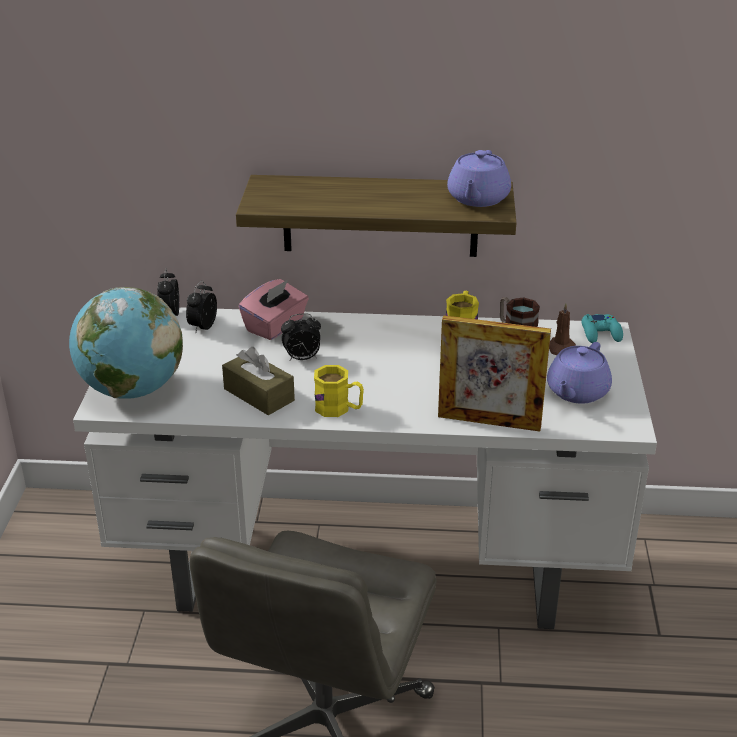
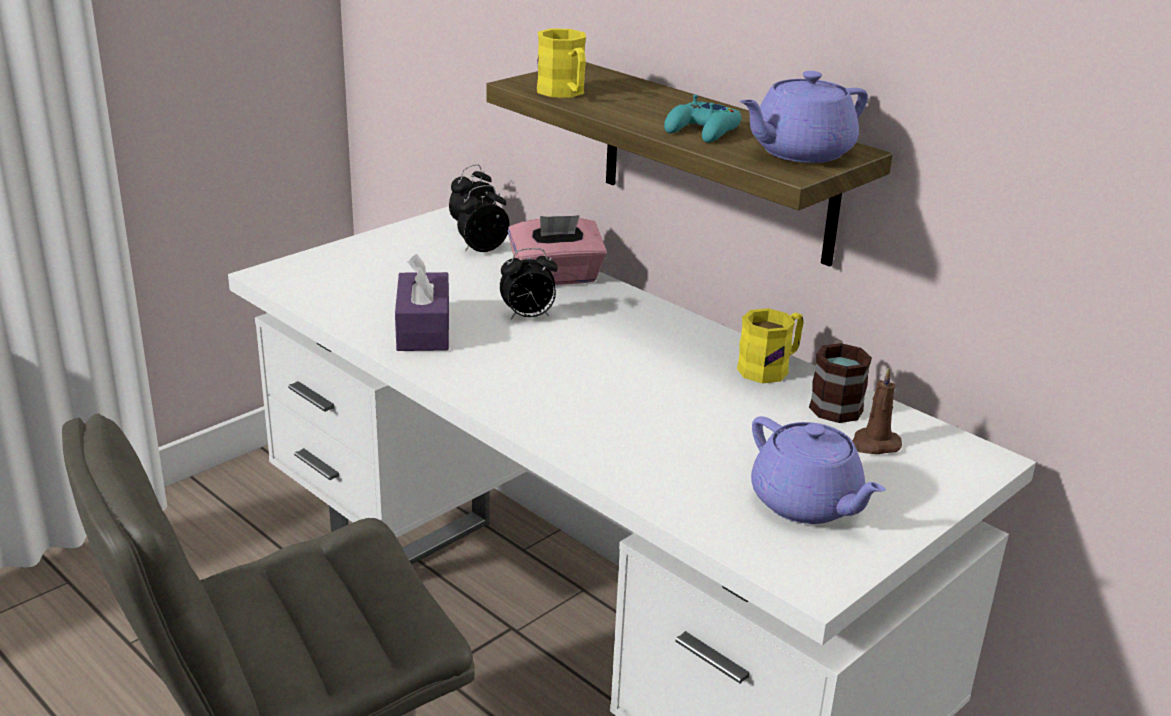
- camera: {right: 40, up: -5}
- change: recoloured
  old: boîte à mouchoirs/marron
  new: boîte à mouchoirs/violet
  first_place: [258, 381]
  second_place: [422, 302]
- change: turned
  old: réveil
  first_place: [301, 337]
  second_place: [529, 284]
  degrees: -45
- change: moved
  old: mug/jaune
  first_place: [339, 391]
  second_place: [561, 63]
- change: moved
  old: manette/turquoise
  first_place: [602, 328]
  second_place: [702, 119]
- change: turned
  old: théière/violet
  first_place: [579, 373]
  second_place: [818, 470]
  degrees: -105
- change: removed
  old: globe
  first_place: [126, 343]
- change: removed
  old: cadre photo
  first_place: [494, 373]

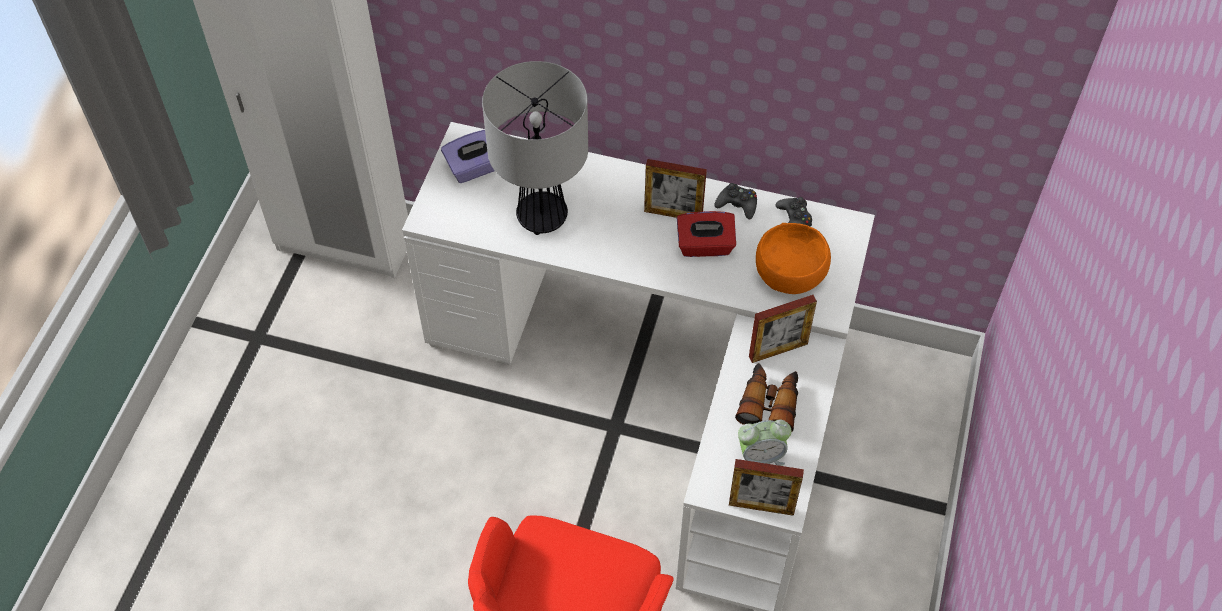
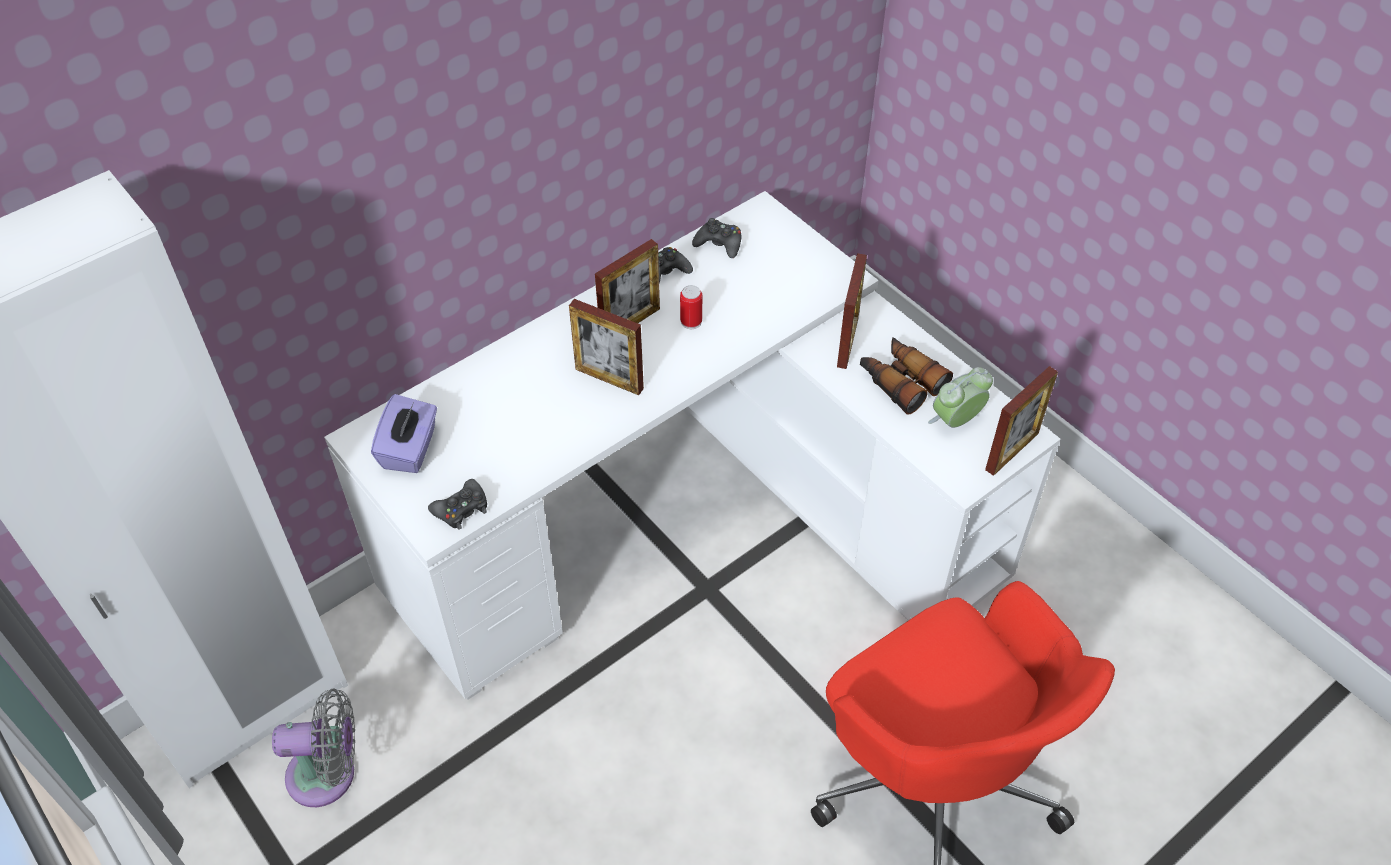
- camera: {right: -55, up: -5}
- change: added
  new: ventilateur/gris
  second_place: [313, 748]
- change: added
  new: manette/noir
  second_place: [457, 504]
- change: added
  new: cadre photo
  second_place: [606, 347]
- change: replaced
  old: boîte à mouchoirs/rouge
  new: boîte métallique
  first_place: [706, 234]
  second_place: [691, 307]
- change: turned
  old: réveil
  first_place: [764, 443]
  second_place: [960, 397]
  degrees: -150
- change: removed
  old: lampe de table
  first_place: [535, 148]
- change: removed
  old: bol/orange
  first_place: [793, 258]

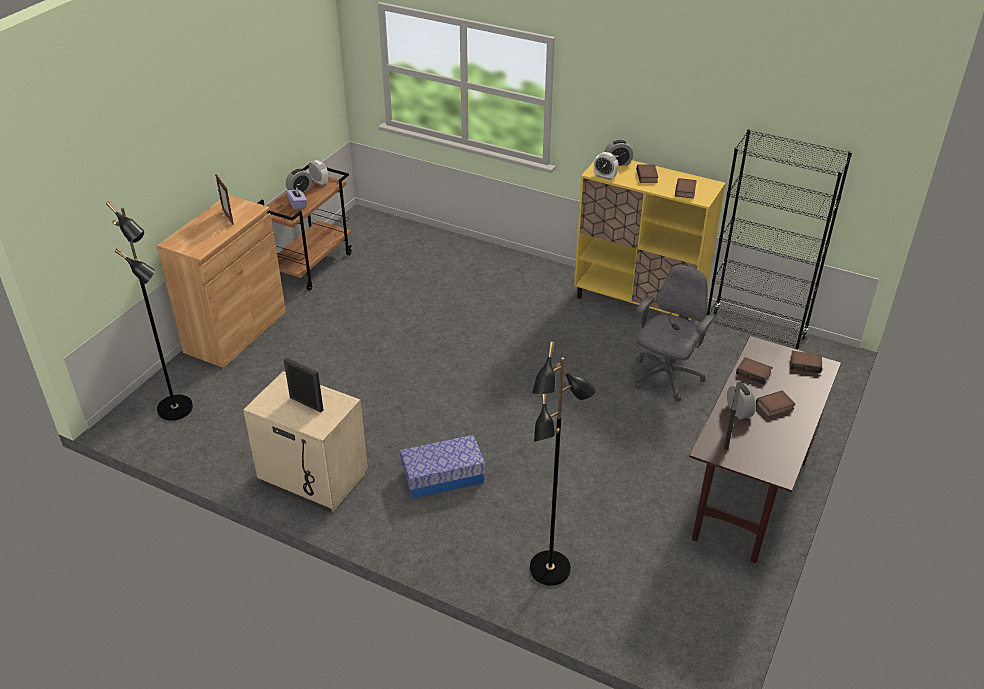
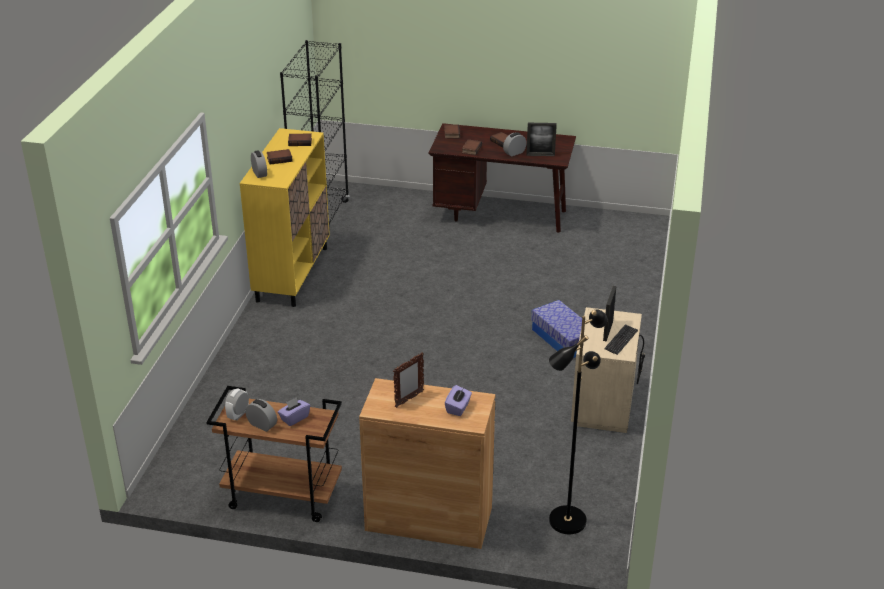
- camera: {right: -105, up: -5}
- change: added
  new: boîte à mouchoirs/violet
  second_place: [458, 400]
- change: added
  new: clavier
  second_place: [621, 340]
- change: removed
  old: lampadaire/noir
  first_place: [563, 463]
- change: removed
  old: réveil
  first_place: [605, 166]
- change: removed
  old: chaise de bureau/gris
  first_place: [674, 333]

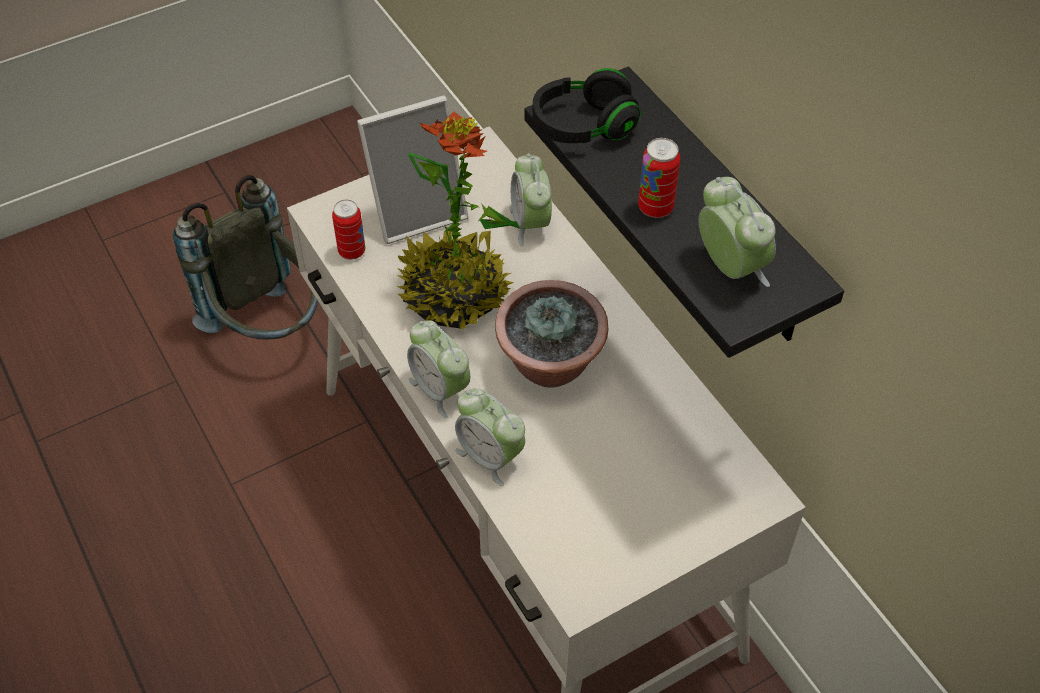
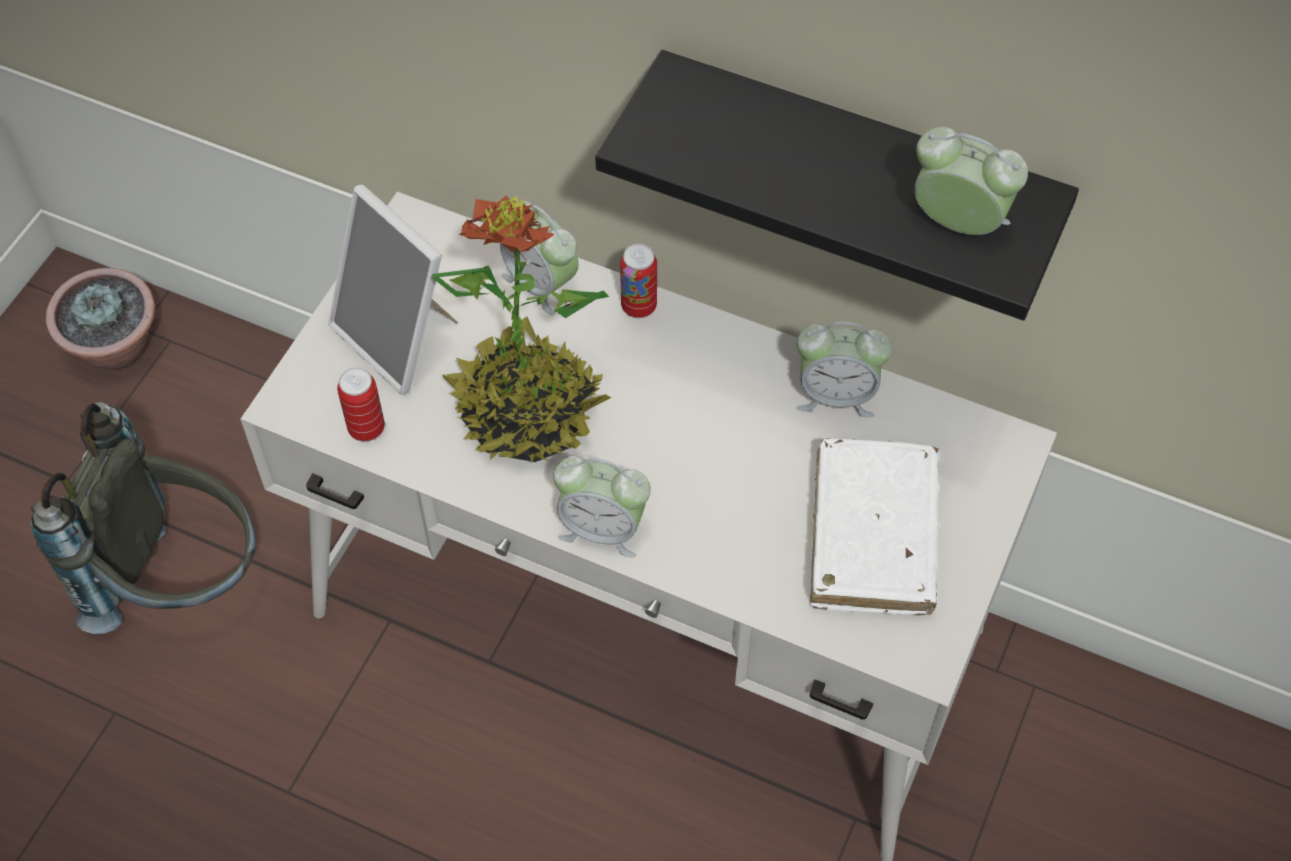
- camera: {right: -35, up: 5}
- change: moved
  old: plante en pot
  first_place: [551, 334]
  second_place: [100, 319]
- change: turned
  old: cadre photo
  first_place: [413, 169]
  second_place: [392, 290]
  degrees: 105
- change: moved
  old: boîte métallique
  first_place: [659, 178]
  second_place: [638, 281]
- change: moved
  old: réveil
  first_place: [490, 437]
  second_place: [844, 369]
- change: added
  new: livre/blanc
  second_place: [874, 526]
- change: removed
  old: casque audio/noir
  first_place: [587, 105]

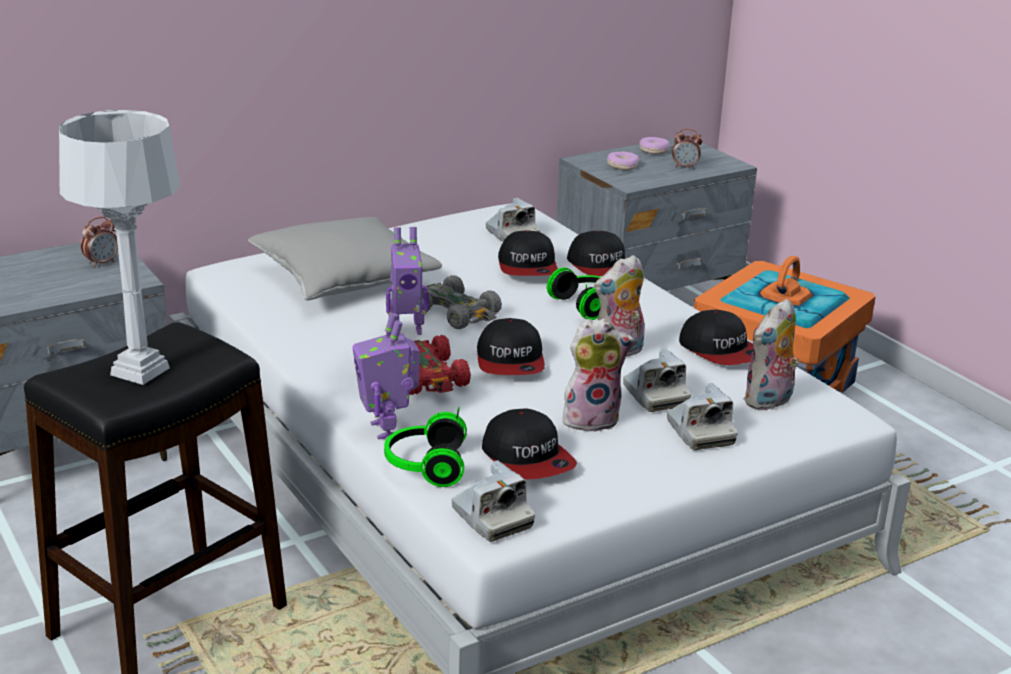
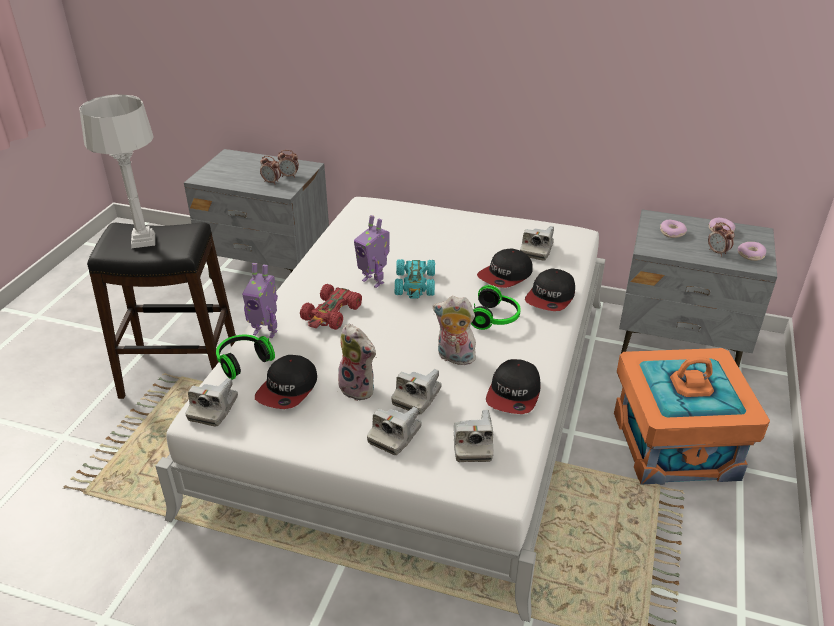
- camera: {right: 50, up: 10}
- change: turned
  old: robot jouet
  first_place: [386, 376]
  second_place: [260, 300]
  degrees: -105
- change: added
  new: réveil
  second_place: [270, 170]
- change: recoloured
  old: petite voiture/gris
  new: petite voiture/turquoise
  first_place: [462, 302]
  second_place: [415, 279]
- change: replaced
  old: peluche
  new: appareil photo
  first_place: [771, 354]
  second_place: [473, 436]
- change: added
  new: beignet
  second_place: [752, 251]
- change: removed
  old: coussin/gris
  first_place: [345, 258]
- change: removed
  old: casquette
  first_place: [511, 346]

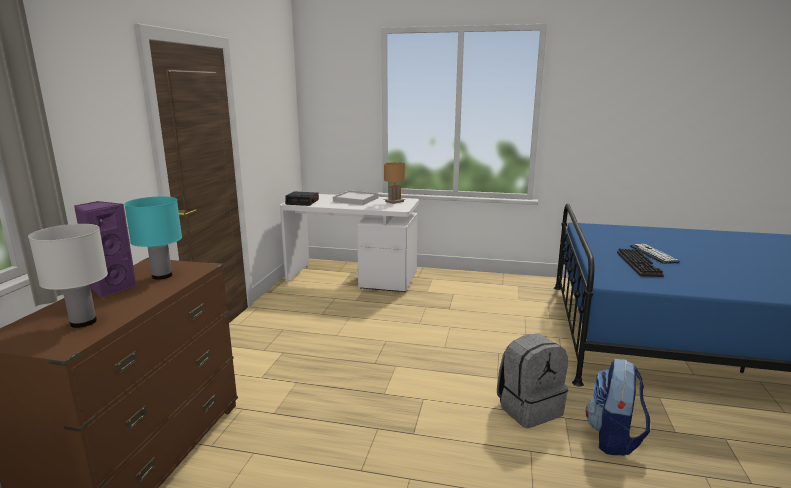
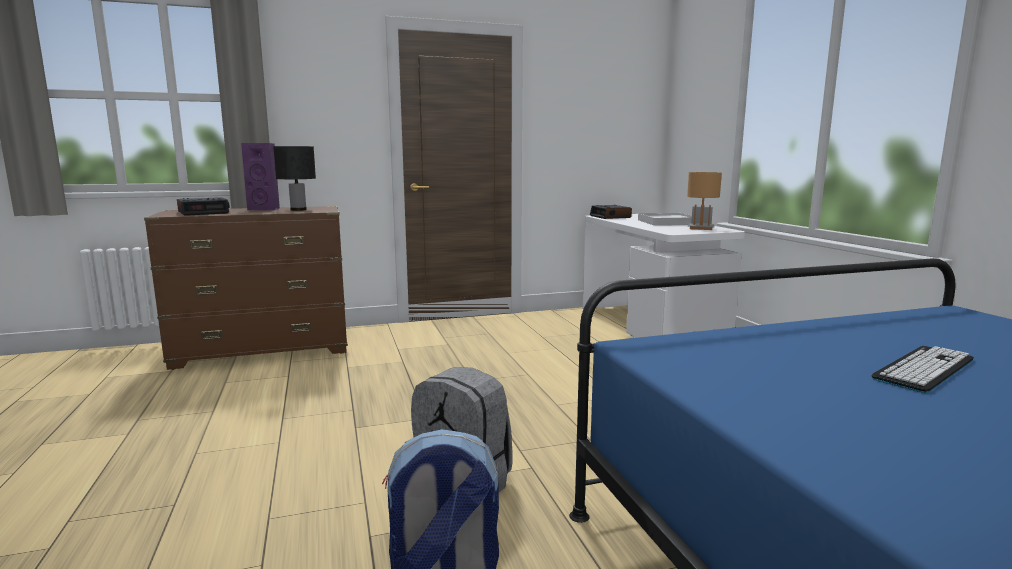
- camera: {right: 60, up: -5}
- change: replaced
  old: lampe de table/blanc
  new: réveil
  first_place: [68, 276]
  second_place: [203, 206]
- change: recoloured
  old: lampe de table/turquoise
  new: lampe de table/noir
  first_place: [153, 238]
  second_place: [294, 178]
- change: removed
  old: clavier
  first_place: [640, 262]

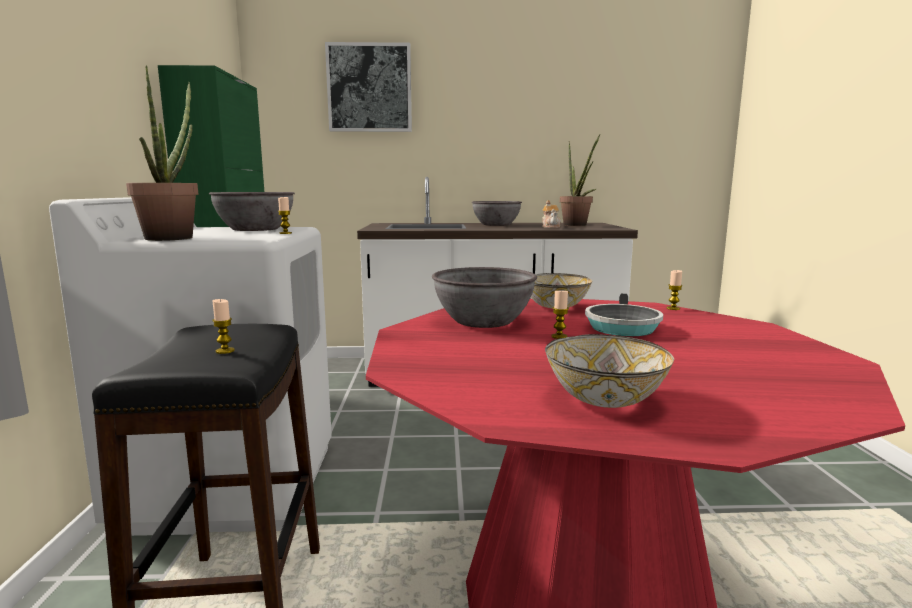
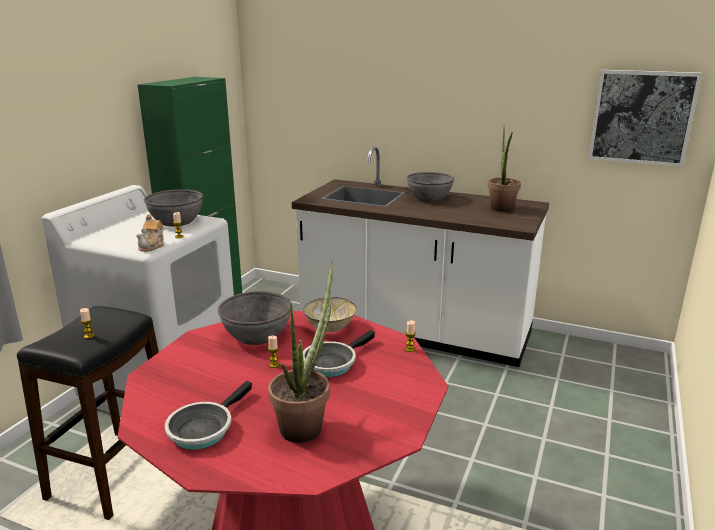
- camera: {right: 25, up: 10}
- change: moved
  old: théière
  first_place: [551, 214]
  second_place: [150, 233]
- change: replaced
  old: bol
  new: poêle
  first_place: [609, 371]
  second_place: [208, 415]
- change: moved
  old: plante en pot
  first_place: [162, 153]
  second_place: [300, 352]
- change: moved
  old: tableau
  first_place: [368, 87]
  second_place: [645, 118]

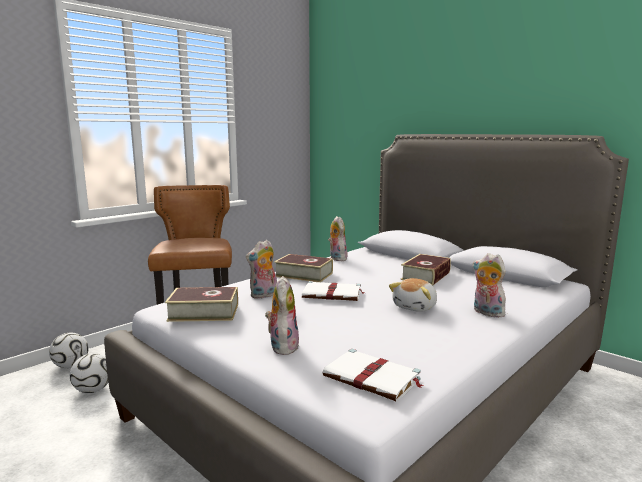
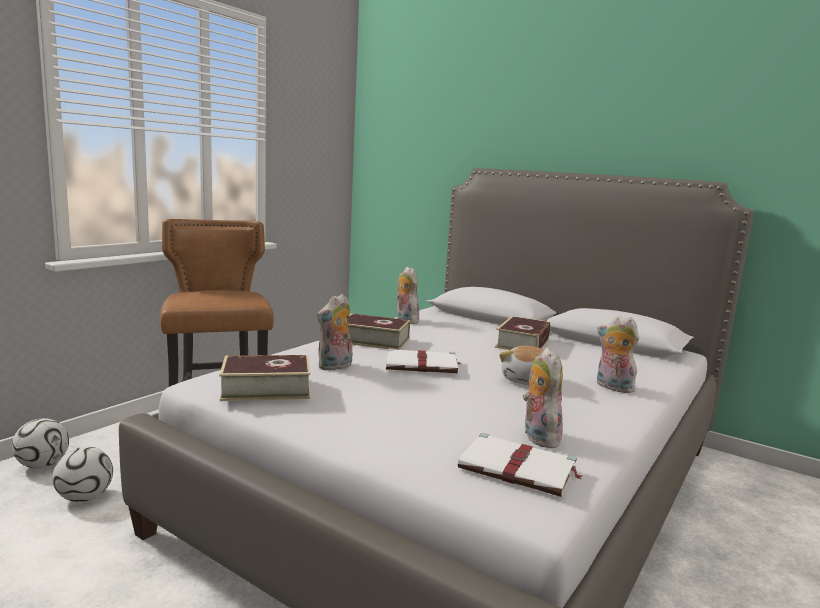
- camera: {right: -10, up: 0}
- change: moved
  old: peluche
  first_place: [282, 315]
  second_place: [543, 397]

